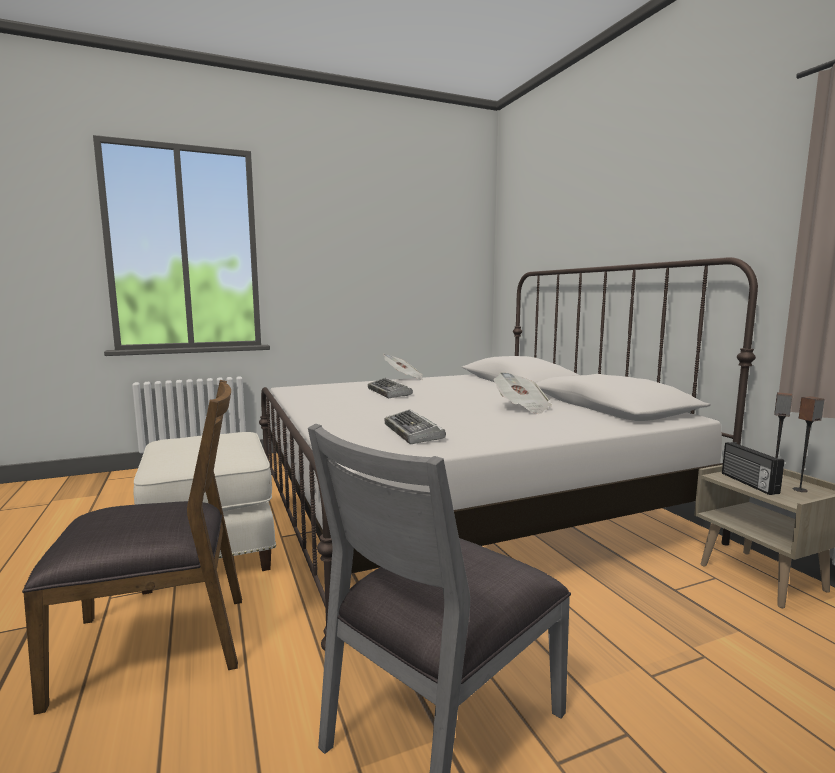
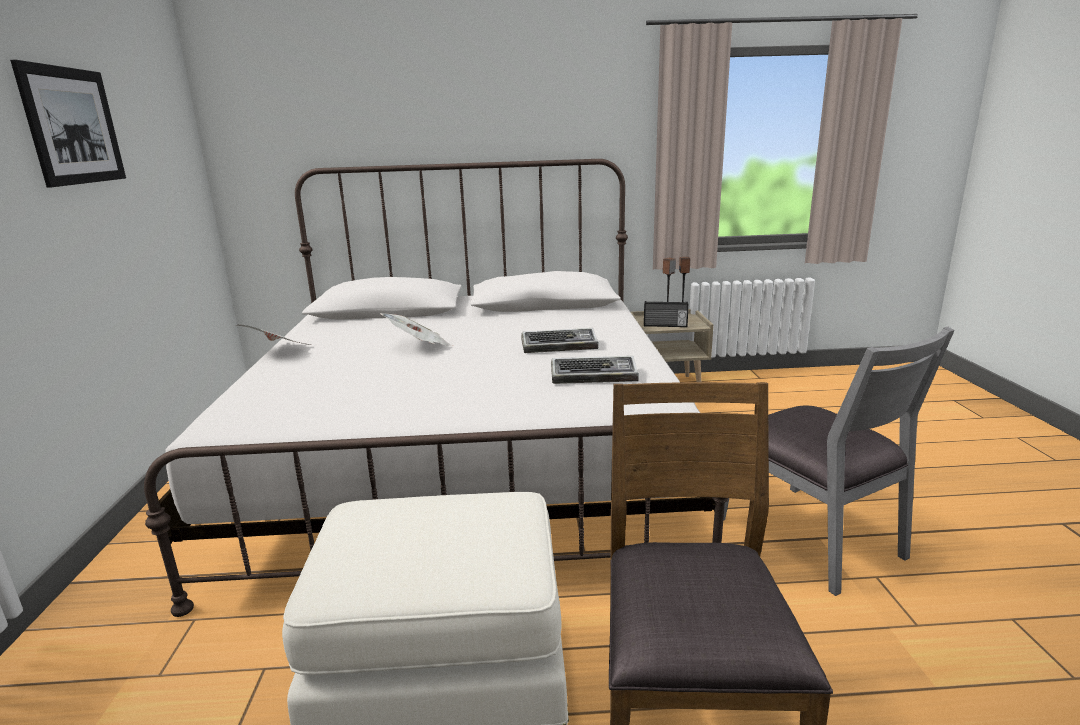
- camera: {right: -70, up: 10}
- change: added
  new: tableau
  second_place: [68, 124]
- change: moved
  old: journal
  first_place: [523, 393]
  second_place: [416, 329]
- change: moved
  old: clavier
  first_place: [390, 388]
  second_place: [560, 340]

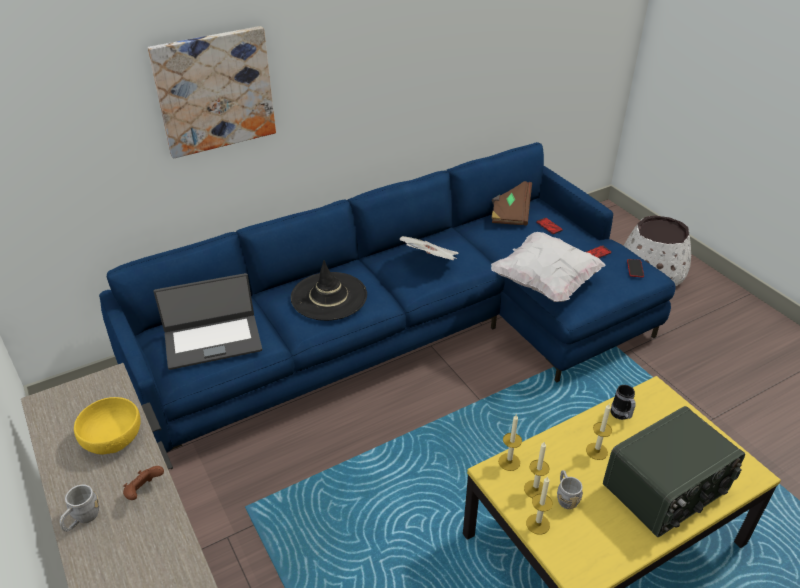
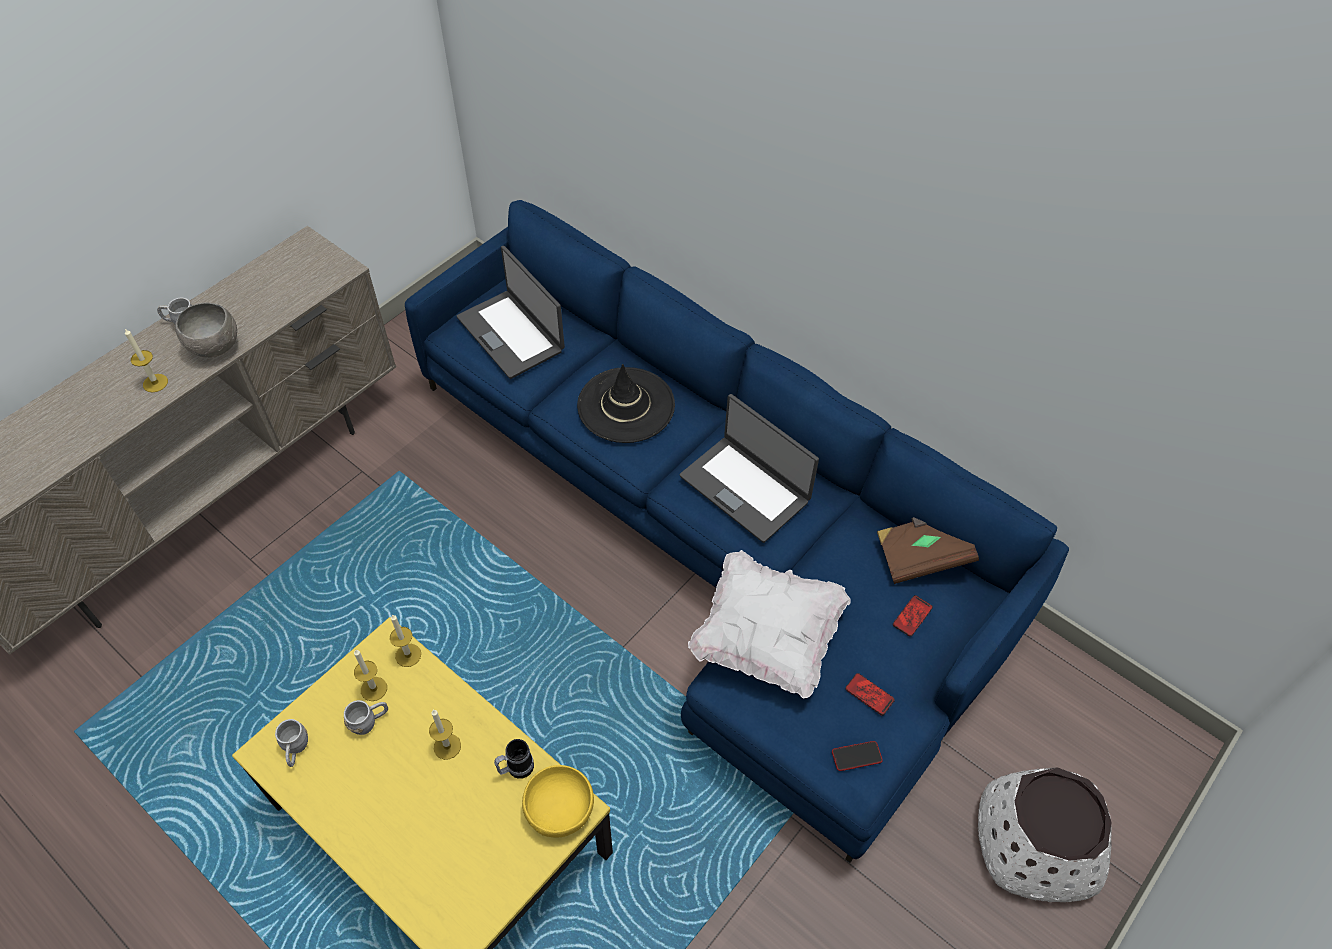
- camera: {right: 70, up: 15}
- change: moved
  old: bougie
  first_place: [539, 505]
  second_place: [146, 361]
- change: replaced
  old: manette/marron
  new: bol/gris
  first_place: [143, 483]
  second_place: [206, 330]
- change: added
  new: mug/gris
  second_place: [291, 743]
- change: moved
  old: bol/jaune
  first_place: [107, 425]
  second_place: [558, 801]
- change: replaced
  old: journal
  new: ordinateur portable
  first_place: [429, 248]
  second_place: [749, 468]
- change: removed
  old: tableau
  first_place: [212, 92]
- change: removed
  old: radio
  first_place: [674, 471]

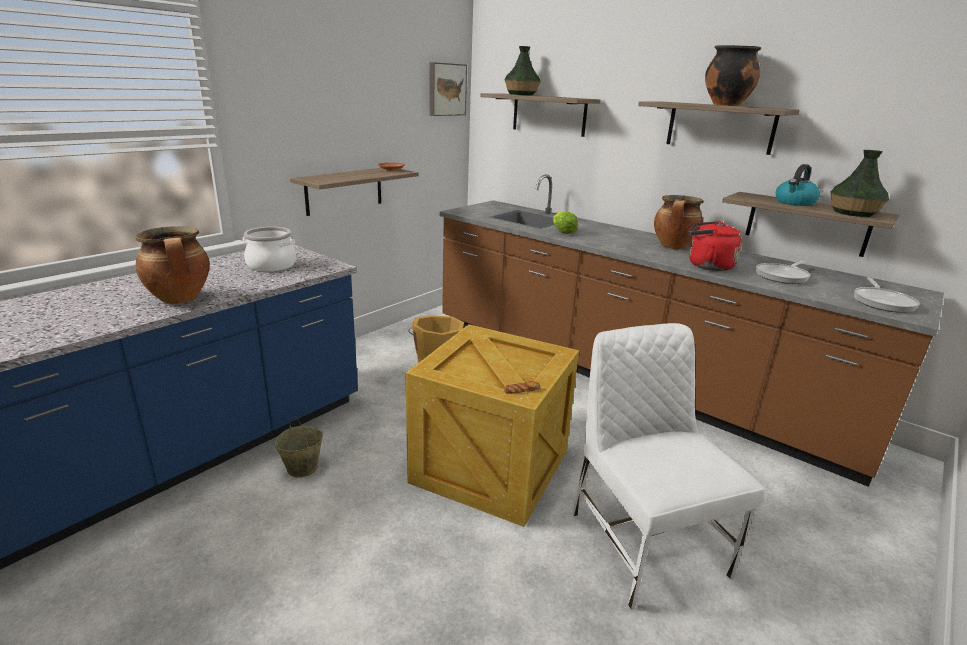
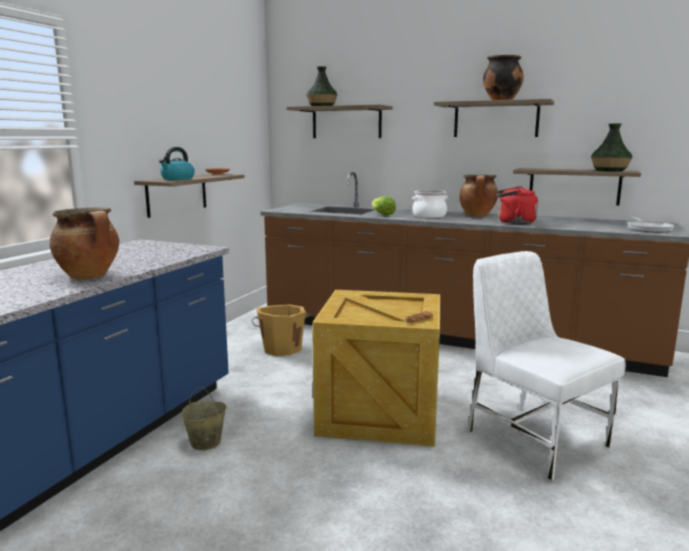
- camera: {right: -15, up: -10}
- change: moved
  old: bouilloire
  first_place: [798, 185]
  second_place: [177, 163]
- change: moved
  old: marmite
  first_place: [269, 249]
  second_place: [430, 204]
- change: removed
  old: tableau
  first_place: [448, 89]
- change: removed
  old: poêle
  first_place: [783, 272]

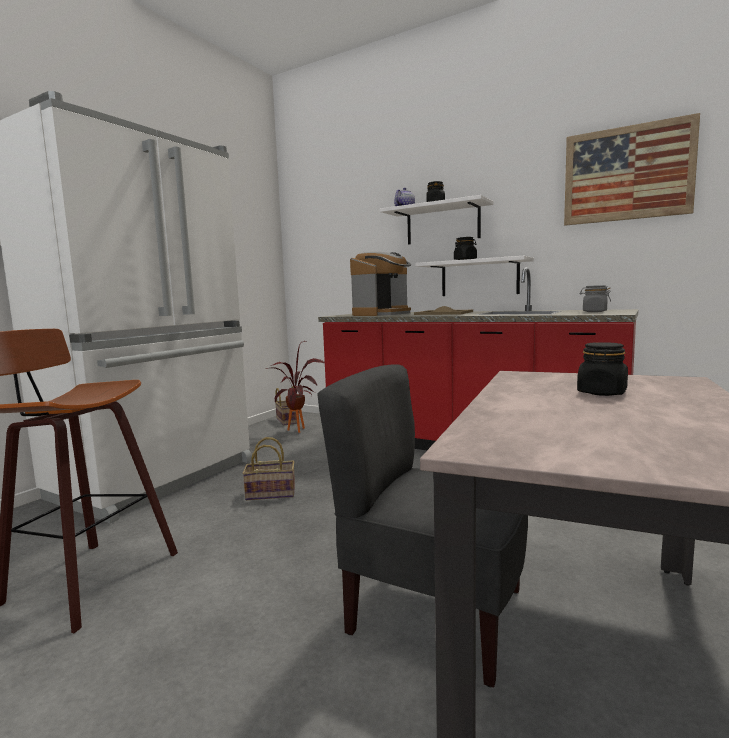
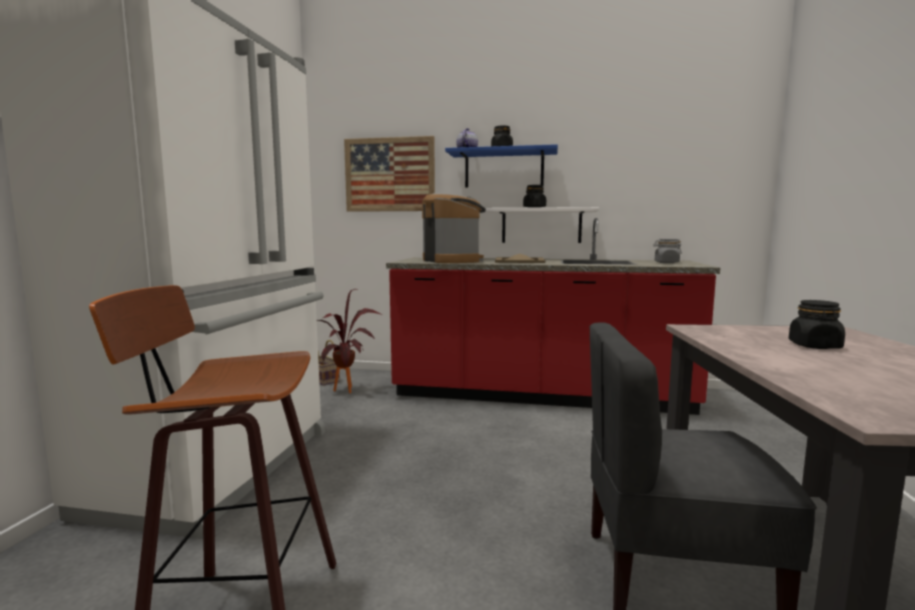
- camera: {right: -20, up: 0}
- change: moved
  old: tableau
  first_place: [632, 169]
  second_place: [389, 174]
- change: turned
  old: machine à café
  first_place: [380, 284]
  second_place: [454, 228]
  degrees: -45
- change: recoloured
  old: étagère/blanc
  new: étagère/bleu
  first_place: [437, 220]
  second_place: [501, 166]
- change: removed
  old: panier
  first_place: [268, 468]

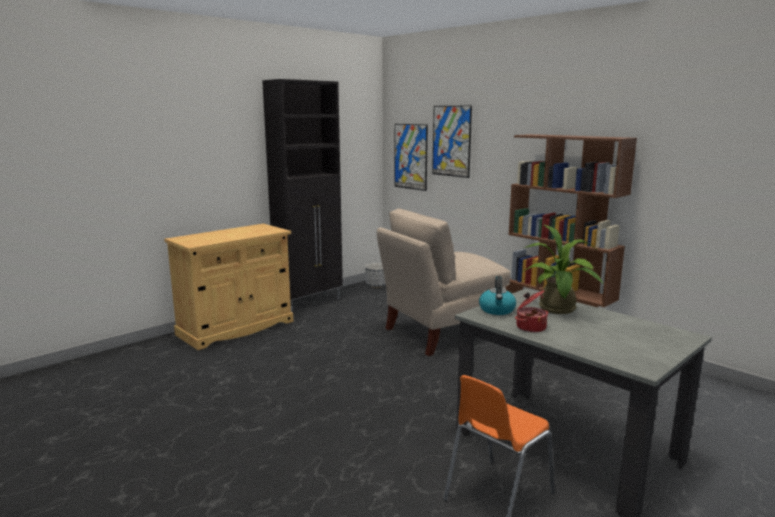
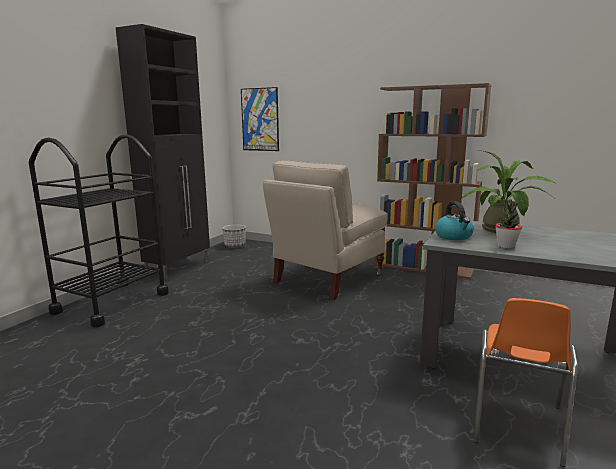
- camera: {right: -20, up: 0}
- change: replaced
  old: meuble de rangement/beige
  new: chariot/noir
  first_place: [228, 287]
  second_place: [99, 230]
- change: replaced
  old: marmite
  new: plante en pot
  first_place: [531, 311]
  second_place: [508, 224]
- change: removed
  old: tableau
  first_place: [452, 142]

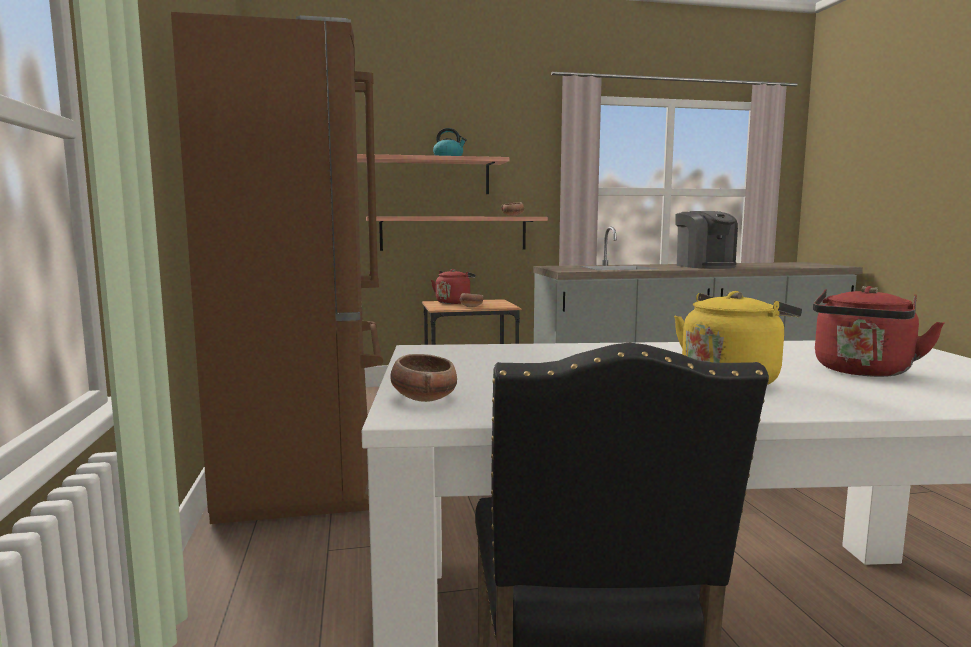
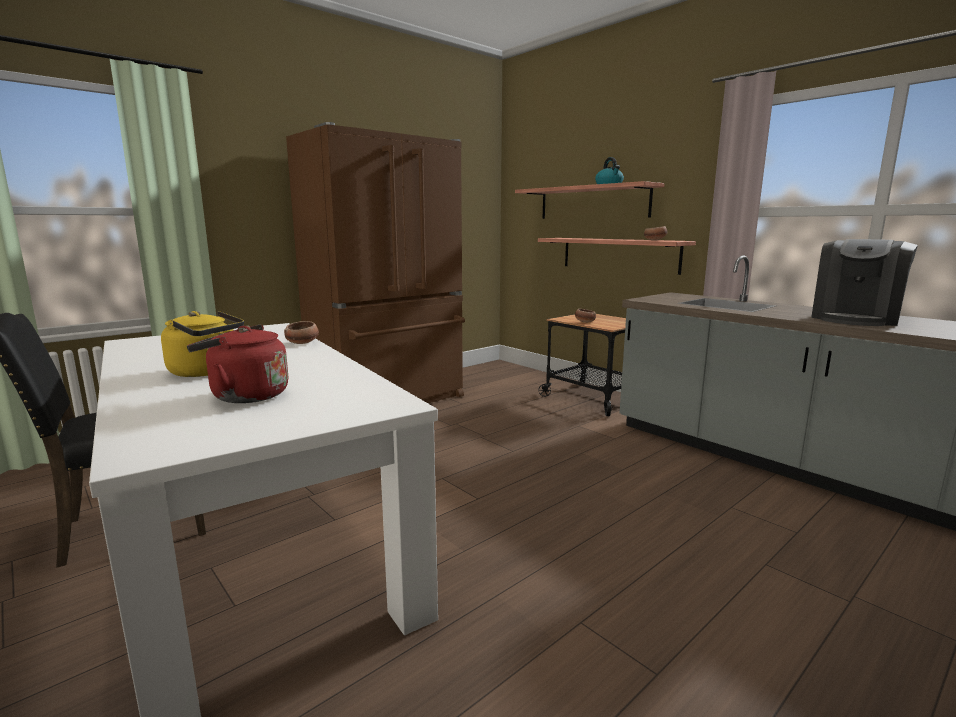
- camera: {right: 60, up: 5}
- change: moved
  old: bol
  first_place: [423, 378]
  second_place: [301, 332]
- change: removed
  old: bouilloire/rouge
  first_place: [453, 286]

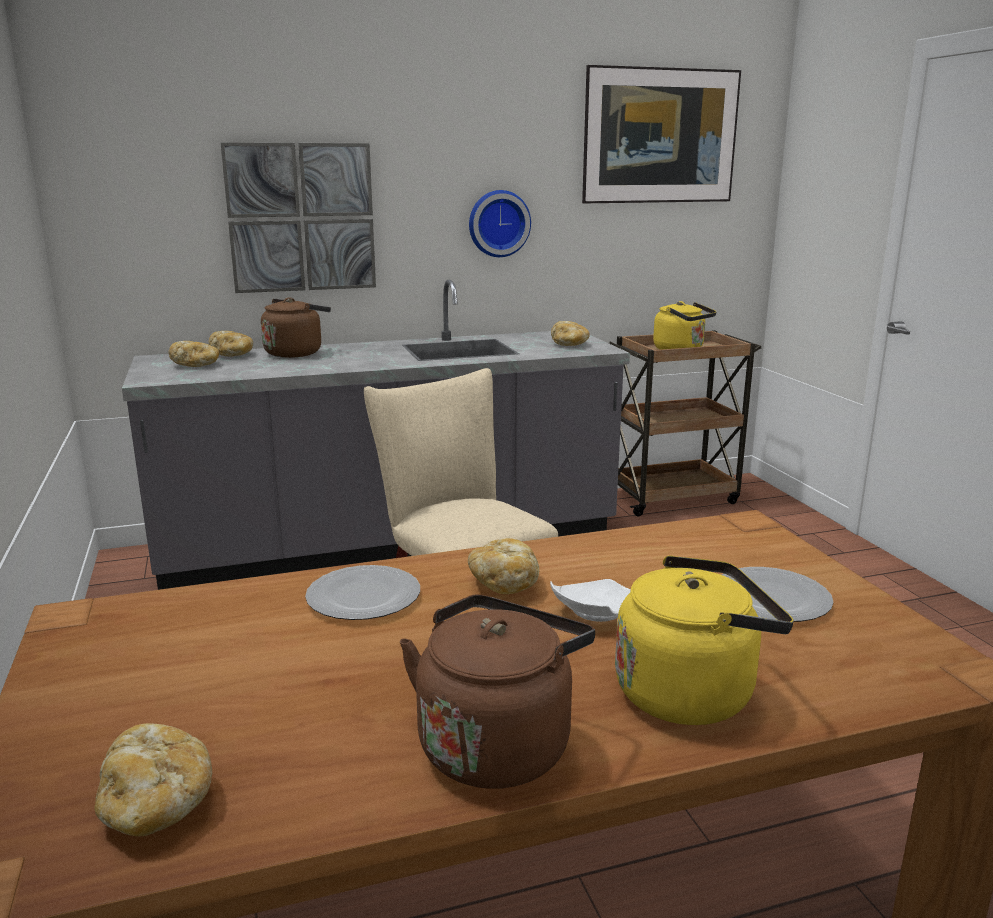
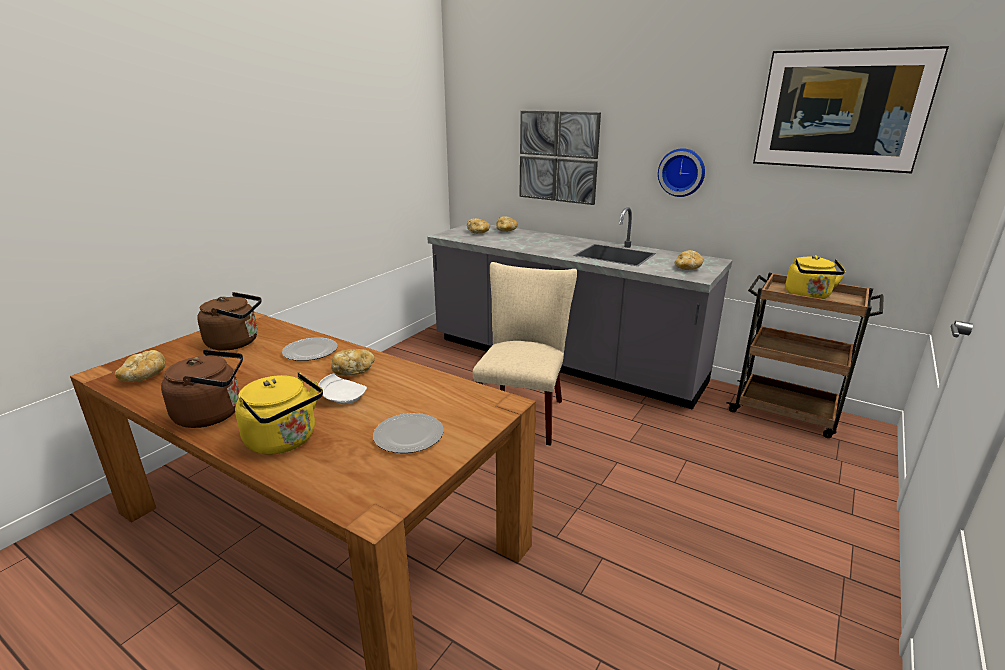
- camera: {right: 50, up: 5}
- change: moved
  old: bouilloire/marron
  first_place: [296, 327]
  second_place: [229, 321]

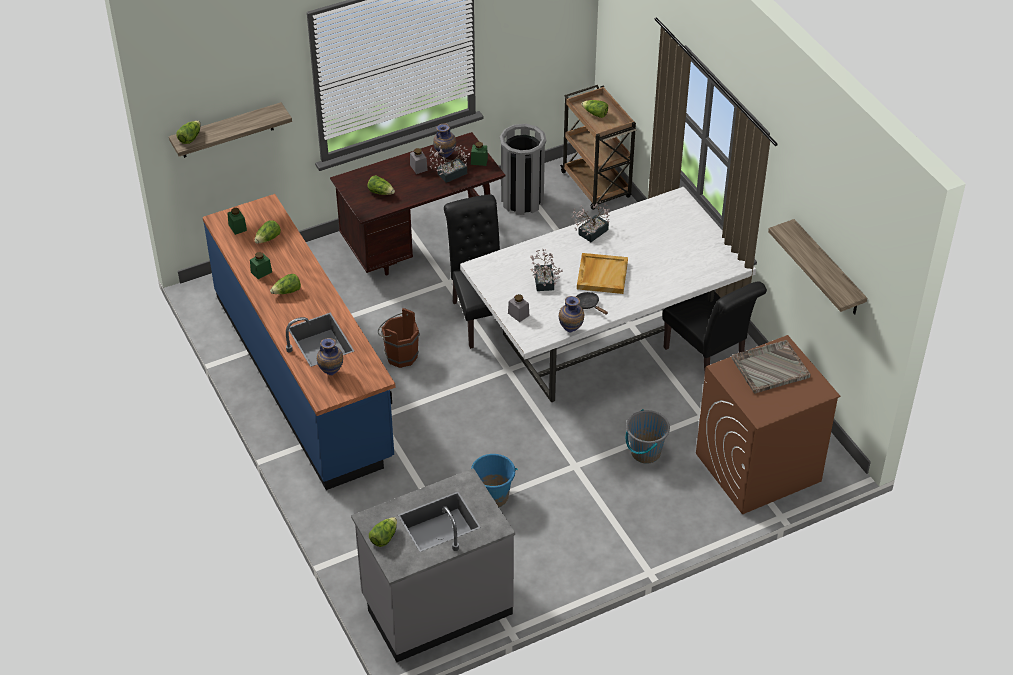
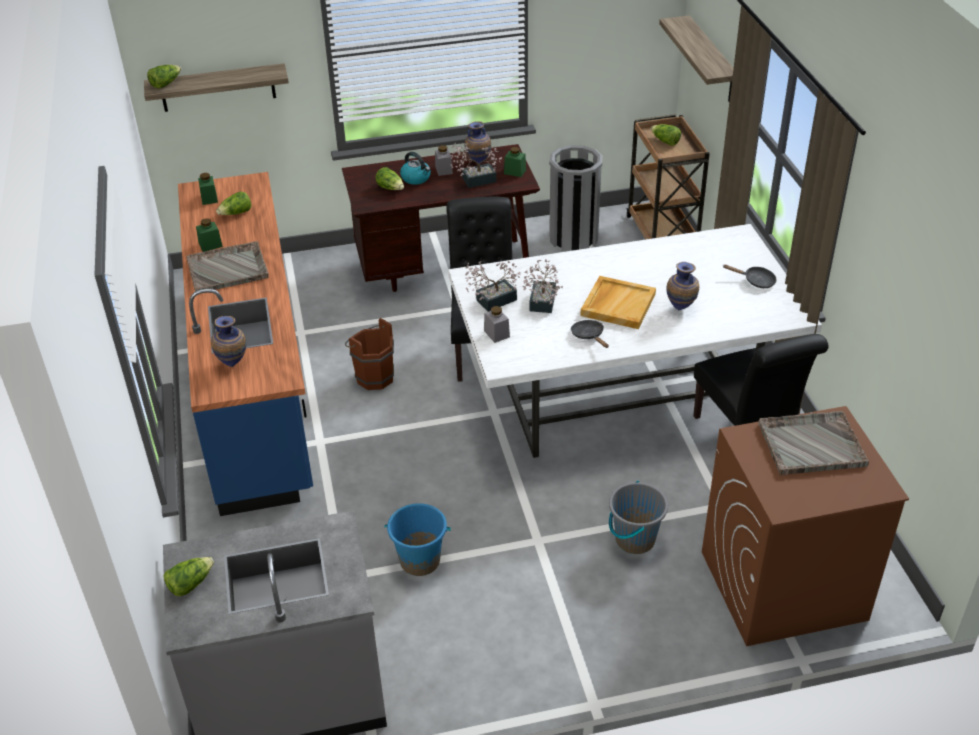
- camera: {right: 15, up: -5}
- change: replaced
  old: laitue
  new: plateau/gris
  first_place: [285, 284]
  second_place: [227, 266]
- change: added
  new: bouilloire
  second_place: [415, 168]
- change: moved
  old: plante en pot
  first_place: [591, 221]
  second_place: [493, 286]
- change: moved
  old: étagère
  first_place: [817, 267]
  second_place: [696, 58]
- change: moved
  old: vase
  first_place: [571, 314]
  second_place: [683, 286]
- change: added
  new: poêle/noir
  second_place: [750, 276]

